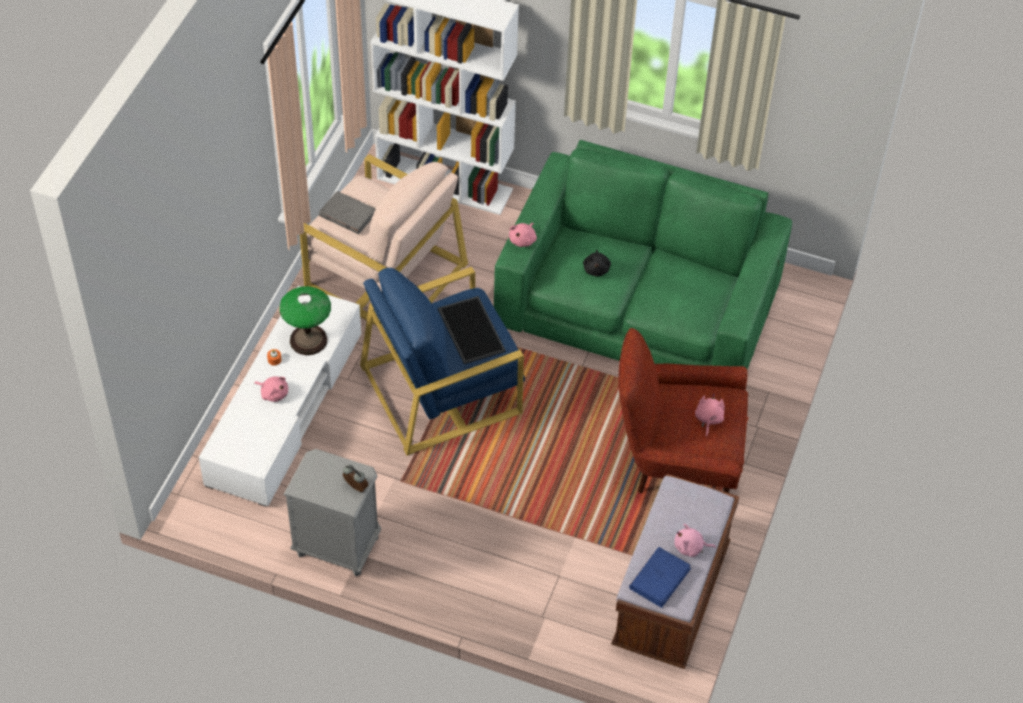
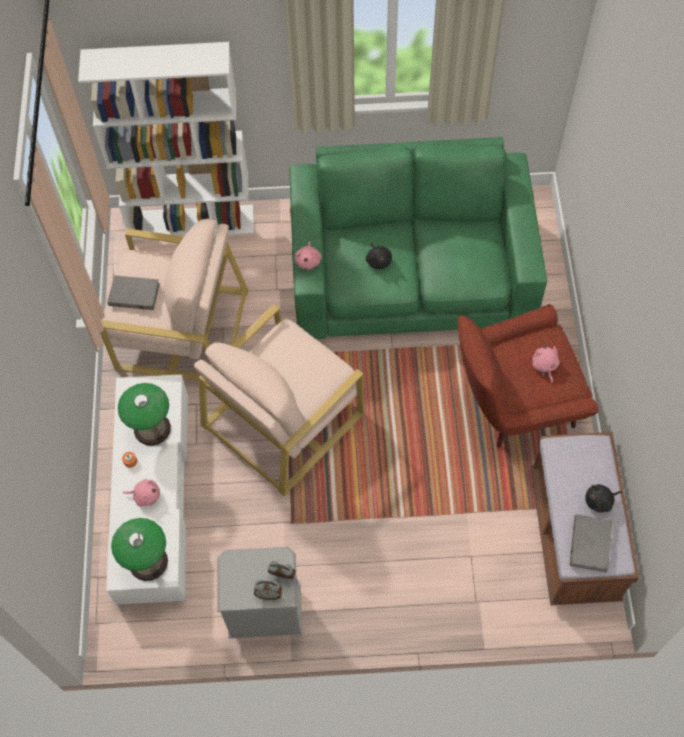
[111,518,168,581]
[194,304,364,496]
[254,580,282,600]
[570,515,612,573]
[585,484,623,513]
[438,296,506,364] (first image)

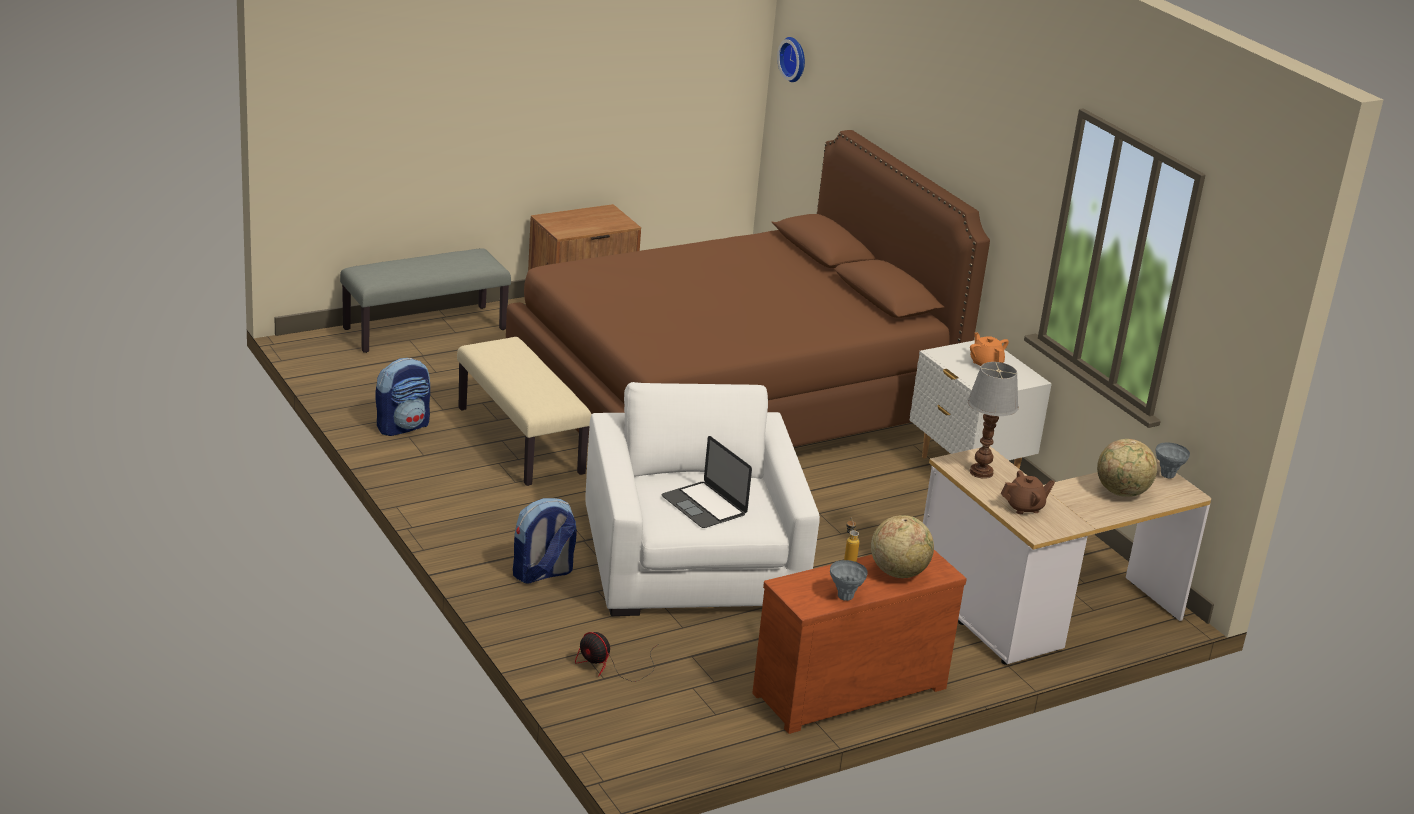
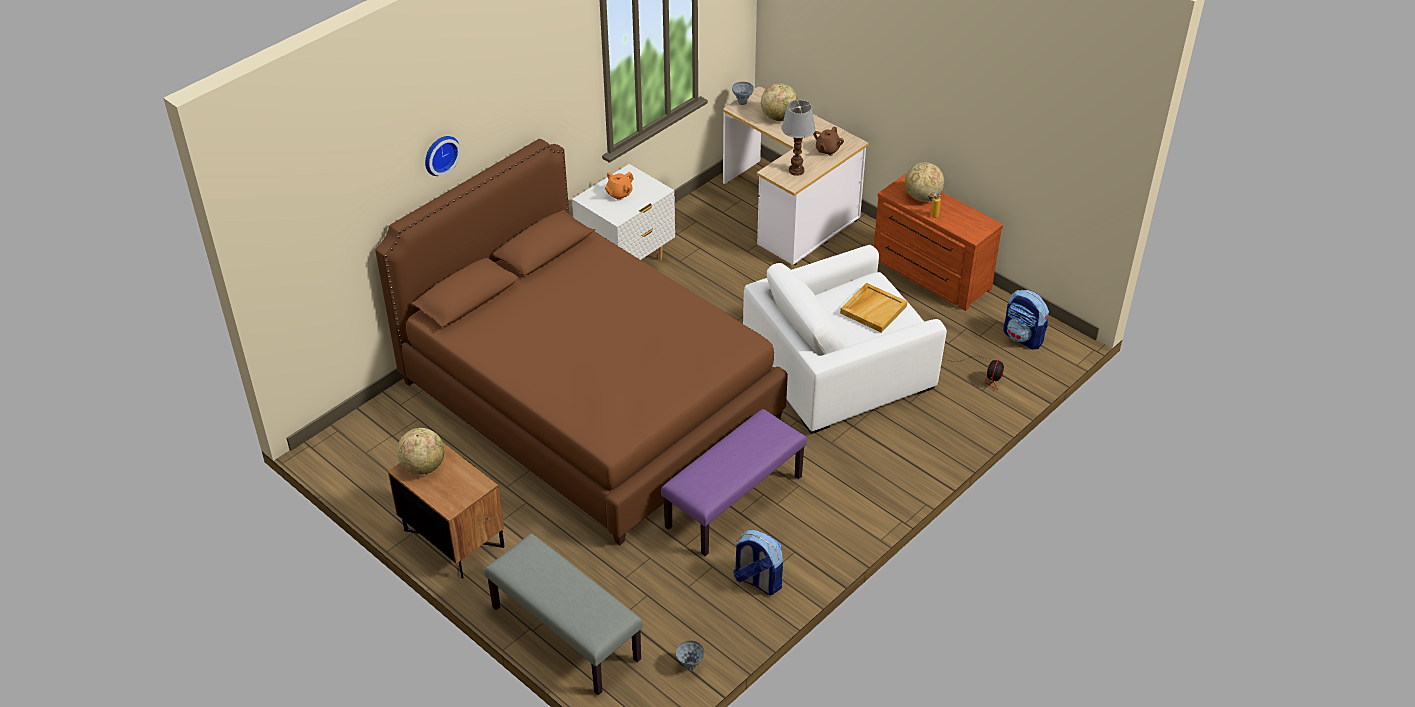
[397,428,444,475]
[425,136,461,176]
[661,409,807,556]
[676,641,704,671]
[813,126,844,156]
[840,283,908,333]
[1003,290,1049,350]

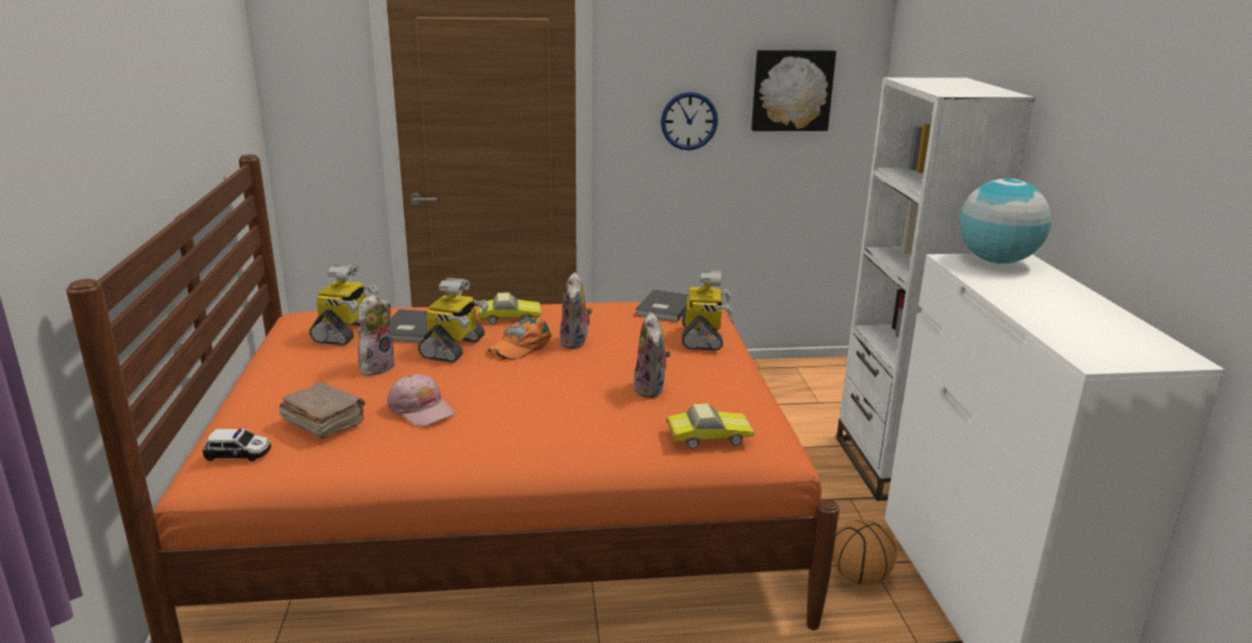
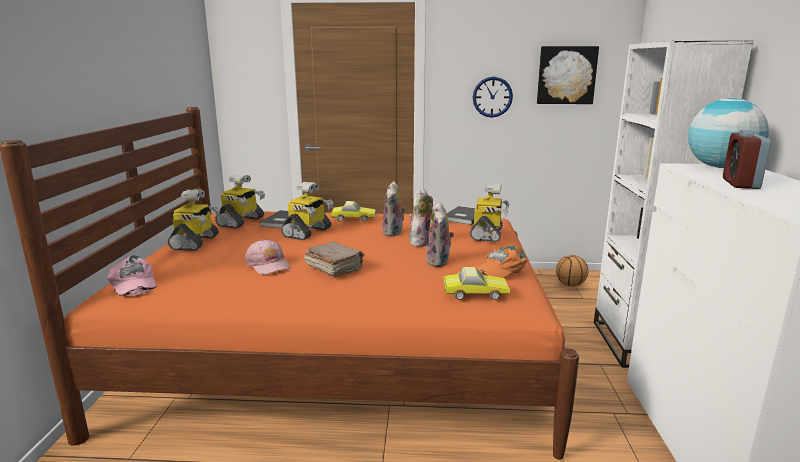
[107,255,156,296]
[168,189,220,251]
[304,241,364,277]
[409,189,433,247]
[477,246,527,278]
[556,255,588,286]
[723,130,771,189]

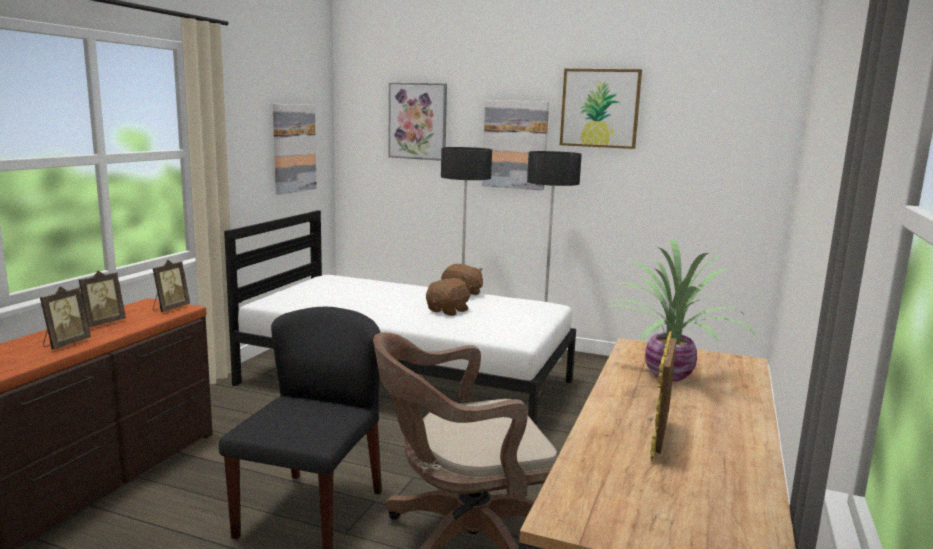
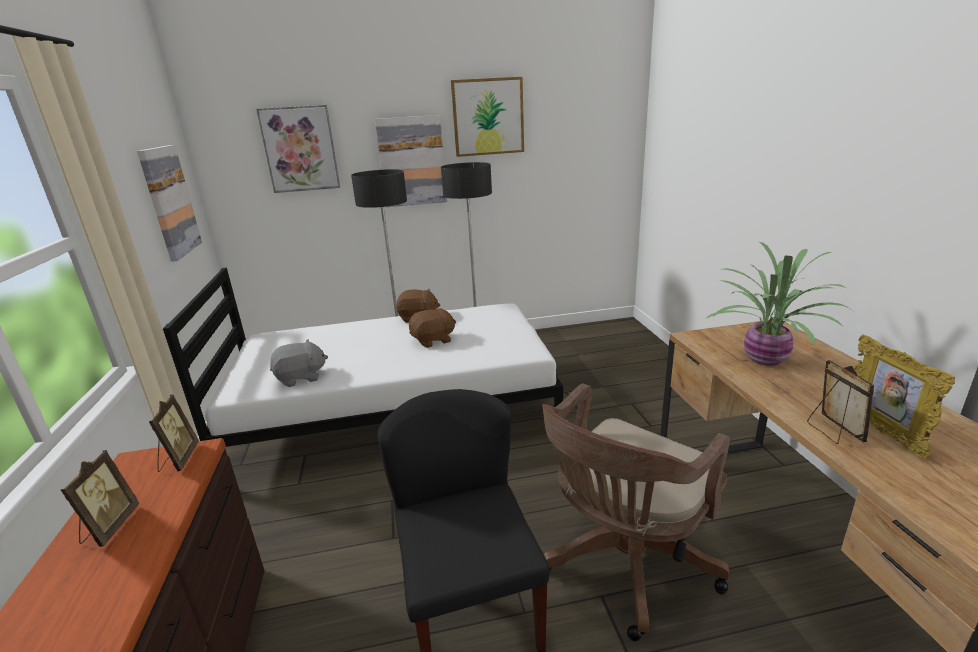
[270,339,328,387]
[409,307,456,348]
[807,360,874,444]

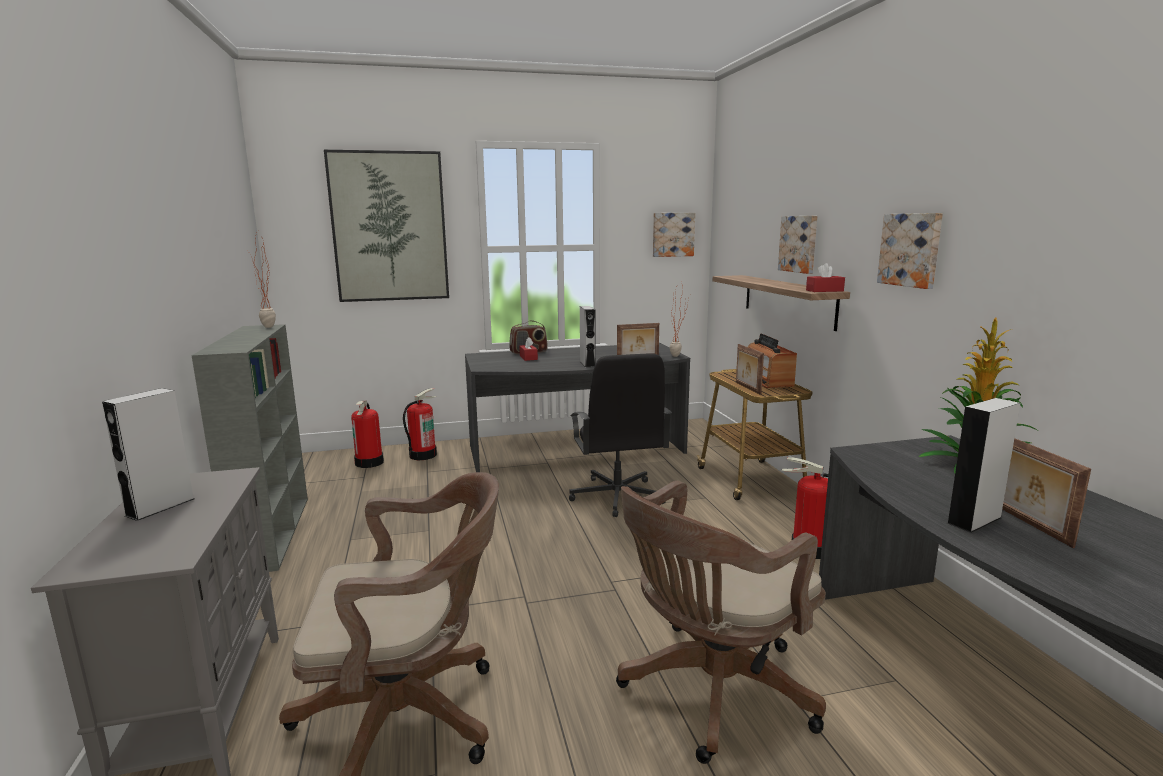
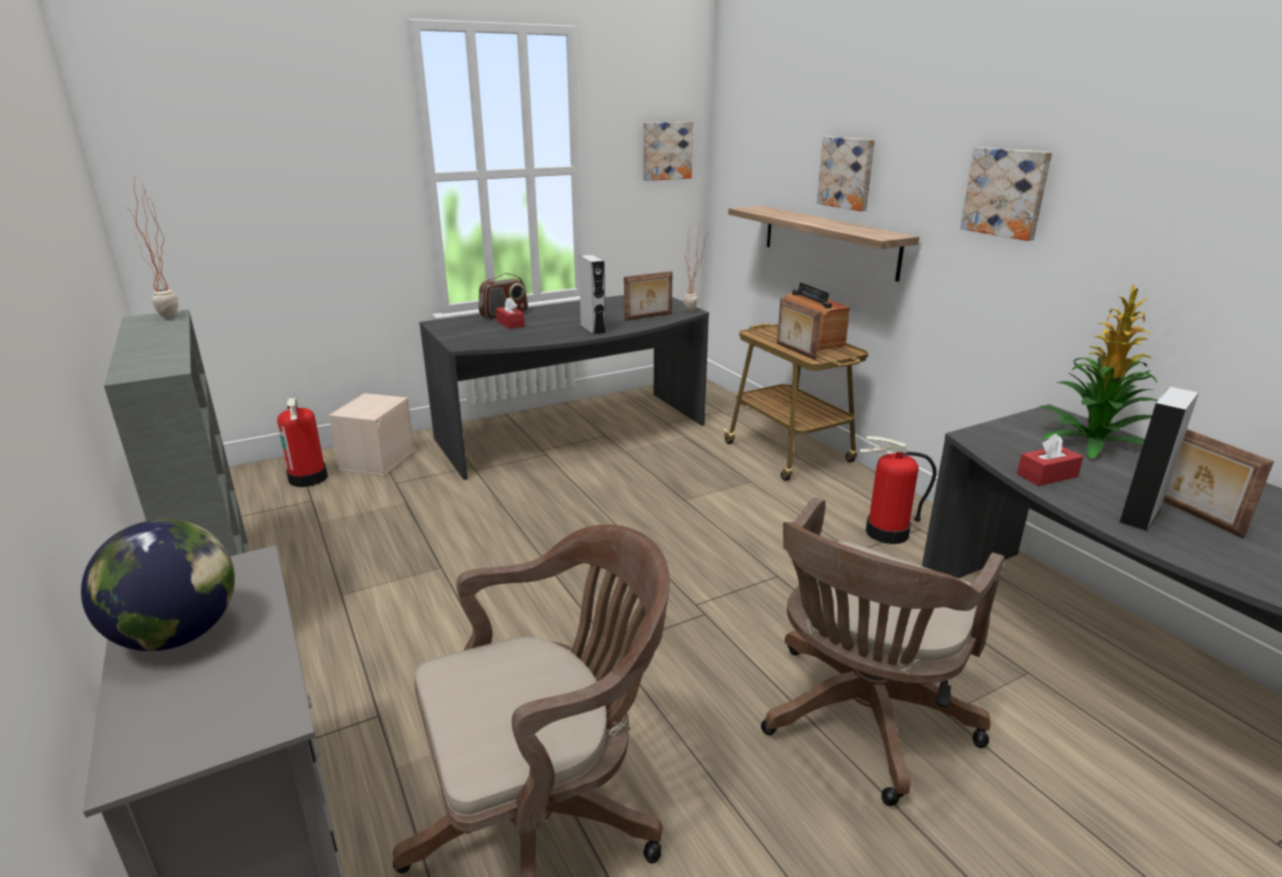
[81,519,235,651]
[328,393,415,476]
[1017,434,1083,486]
[324,150,449,302] (first image)
[569,353,672,517] (first image)

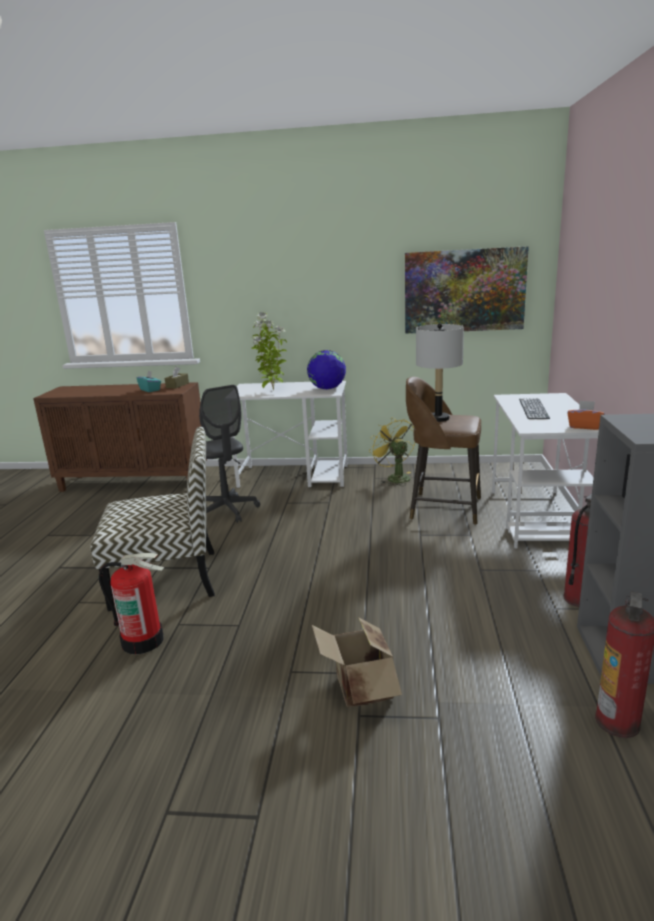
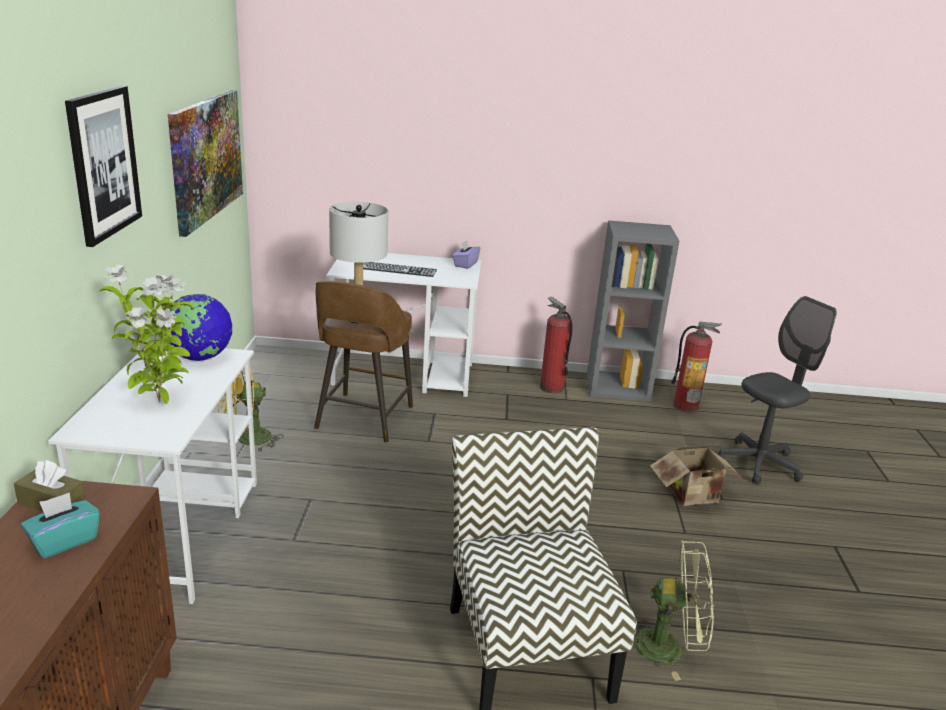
[65,86,142,247]
[452,240,480,269]
[635,541,714,681]
[718,296,837,485]

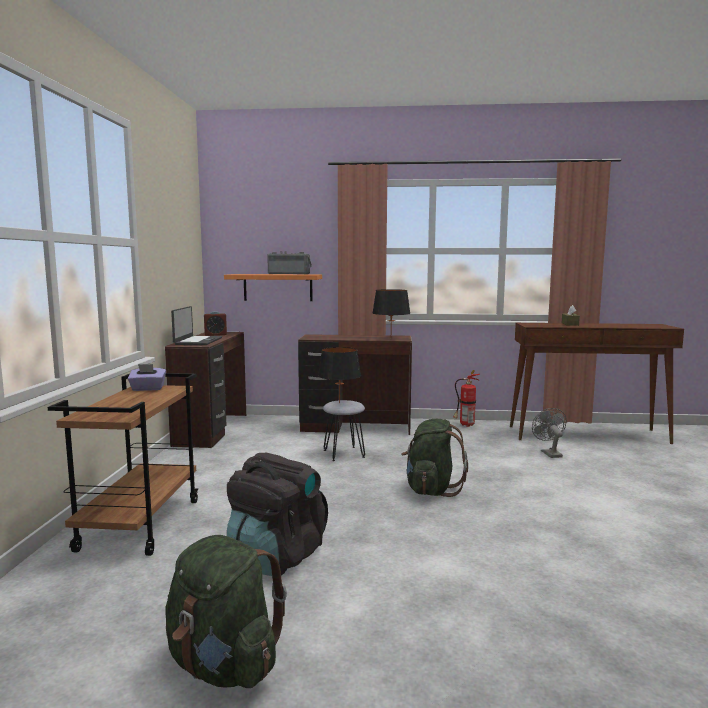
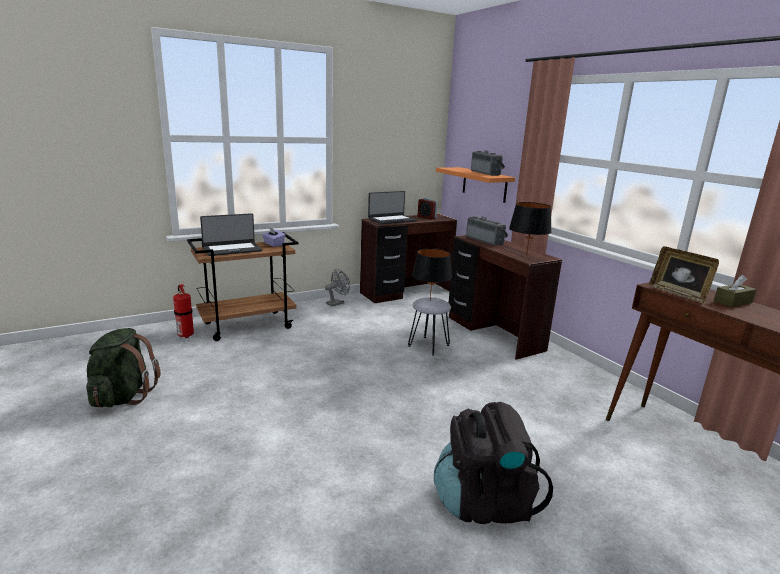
[173,282,194,338]
[200,213,262,256]
[325,269,350,307]
[434,402,553,524]
[466,216,508,246]
[649,246,719,303]
[402,419,468,497] (first image)

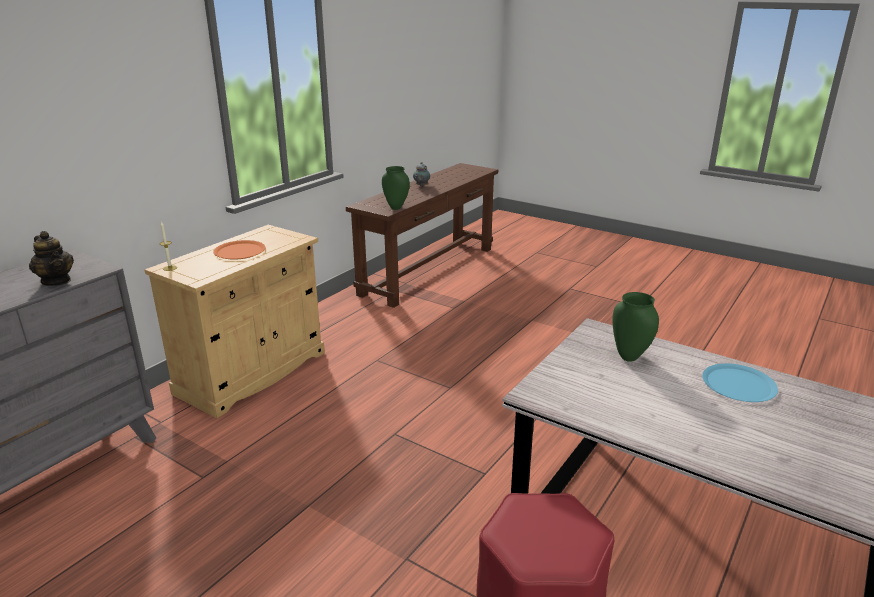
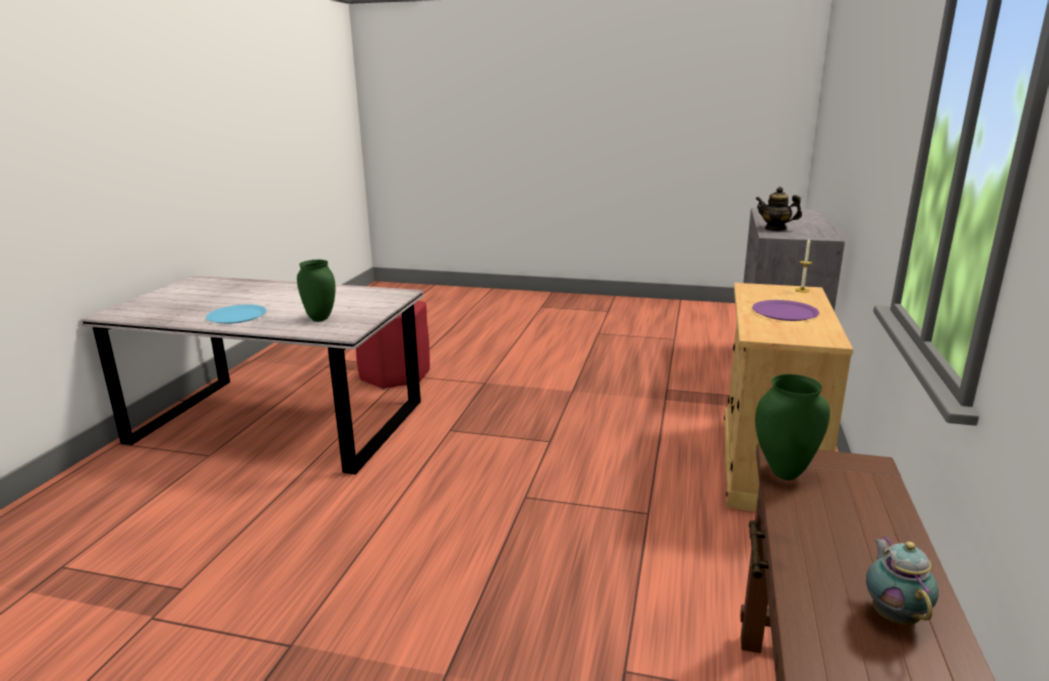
[752,300,819,321]

